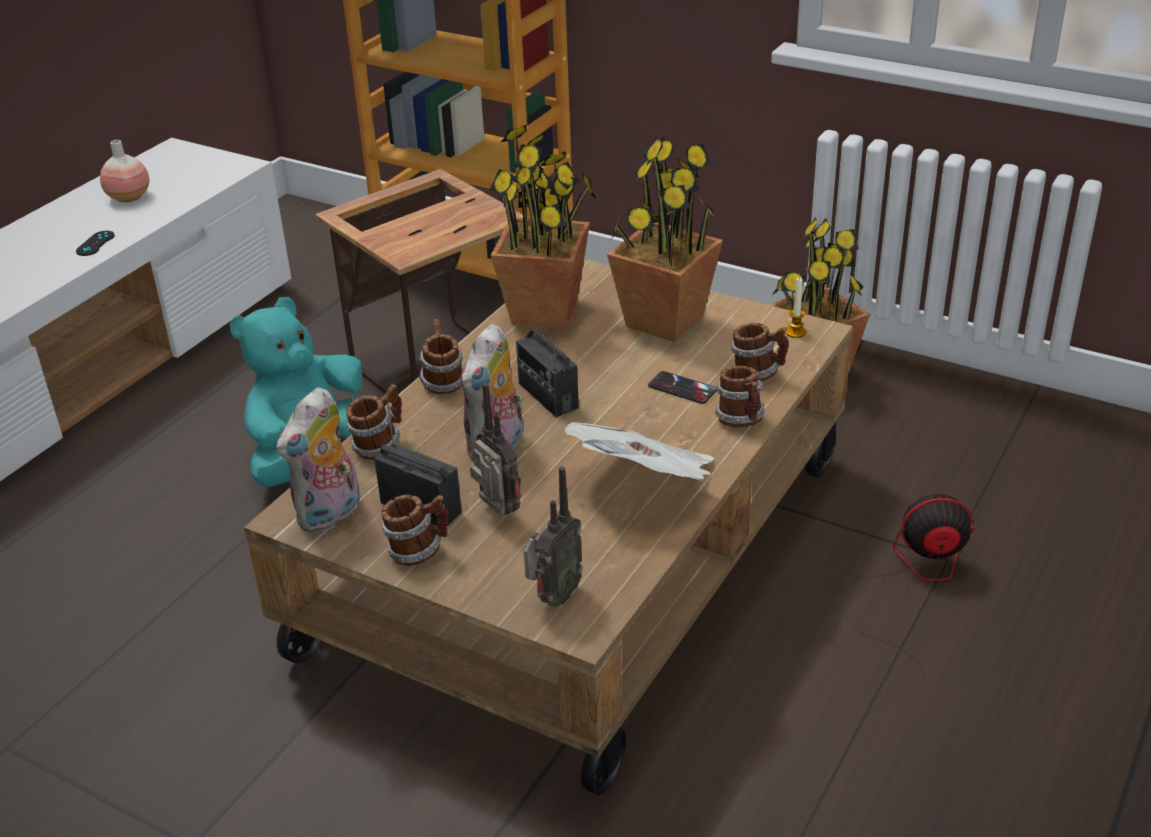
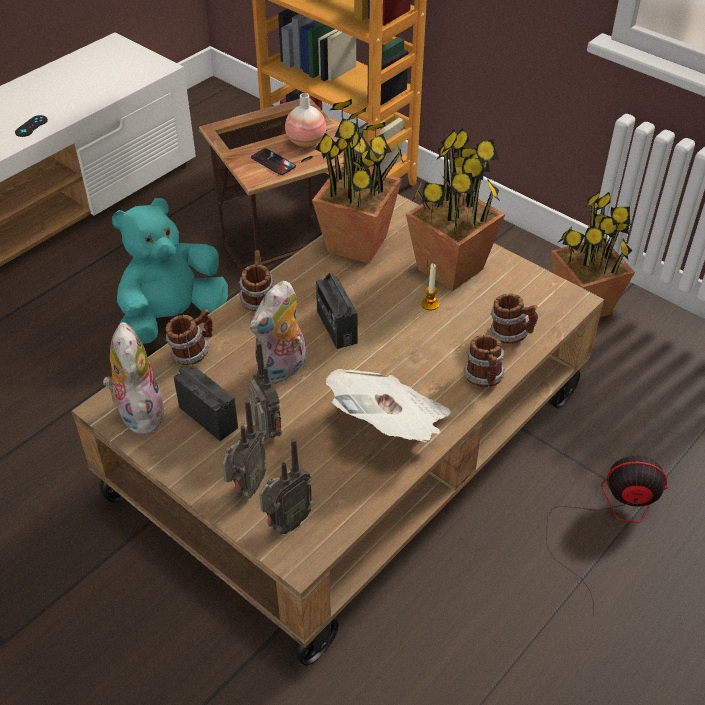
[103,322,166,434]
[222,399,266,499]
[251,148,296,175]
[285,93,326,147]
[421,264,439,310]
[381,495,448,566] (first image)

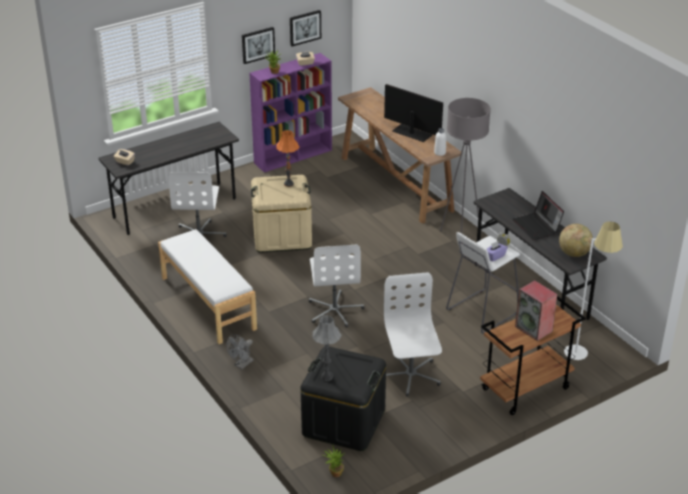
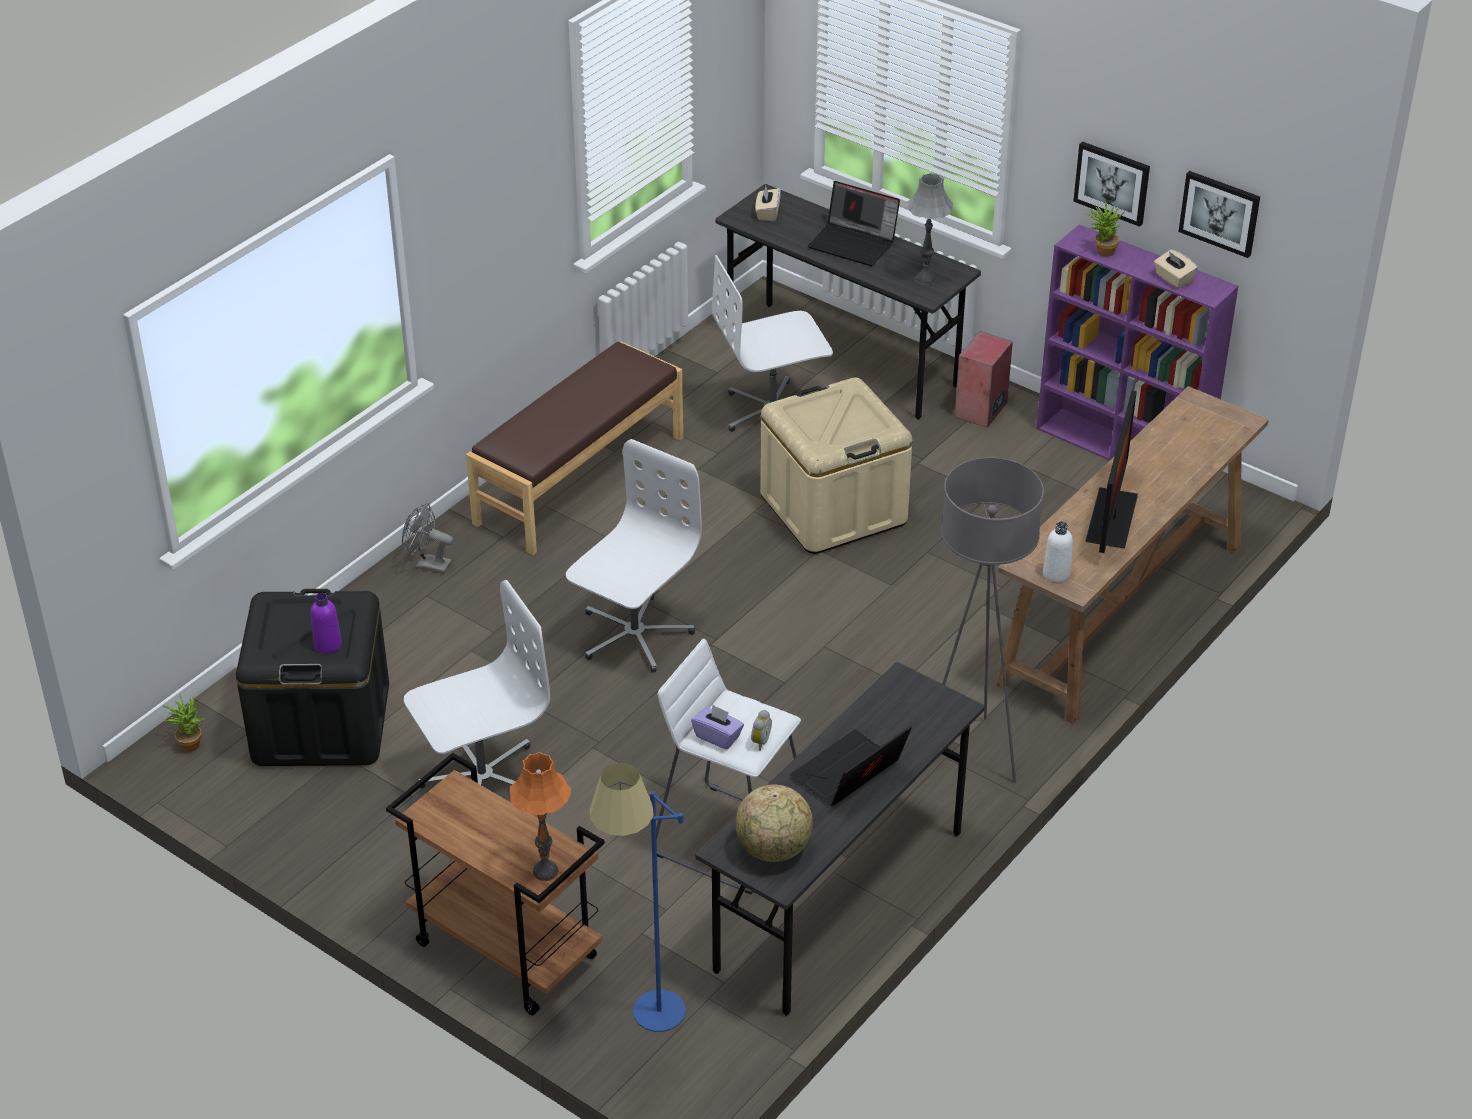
[311,593,342,653]
[466,341,683,555]
[510,752,571,881]
[566,439,702,672]
[590,763,686,1032]
[808,181,900,266]
[907,173,953,285]
[955,331,1013,428]

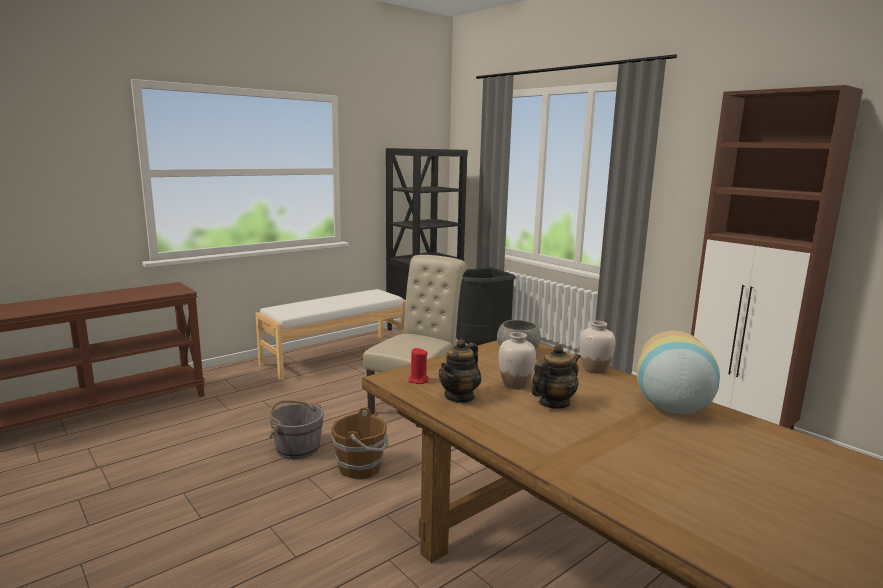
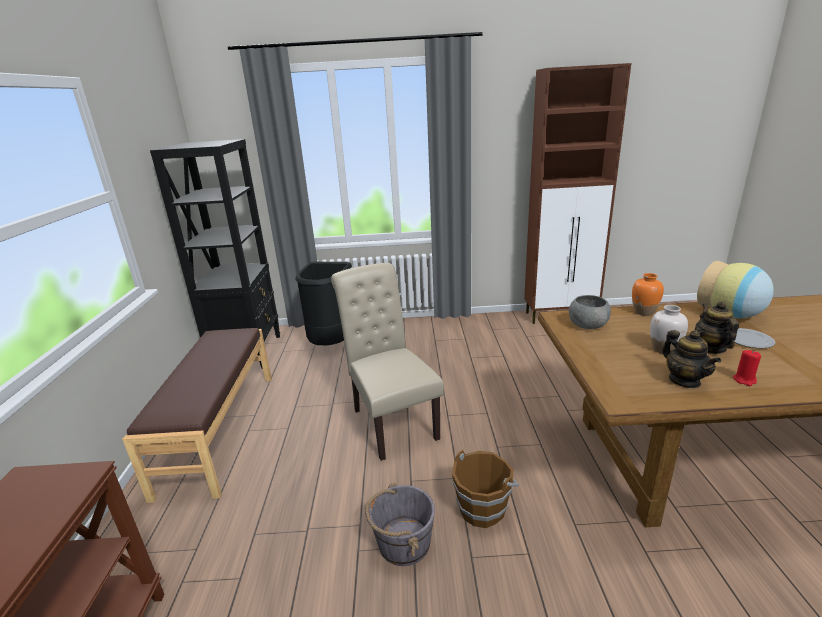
[122,328,272,503]
[632,273,664,316]
[733,350,761,386]
[734,328,775,348]

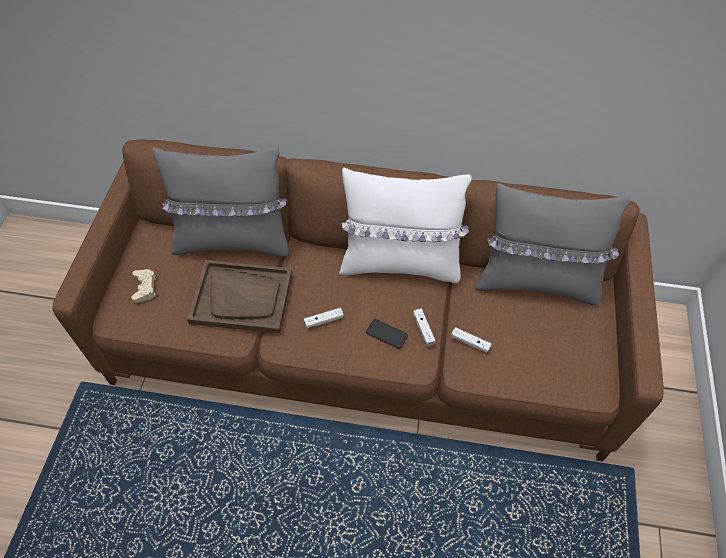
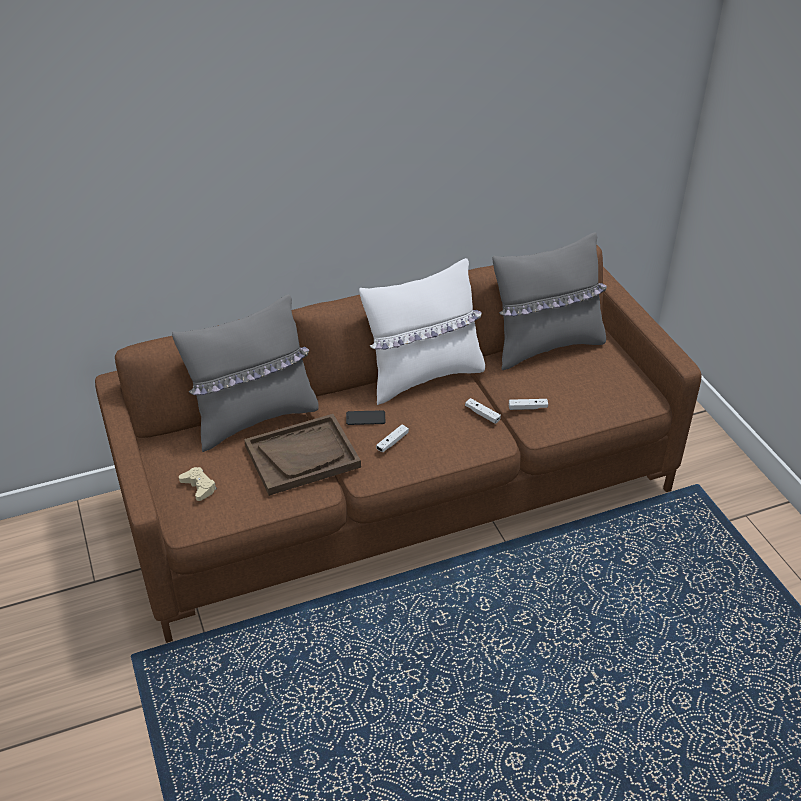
[346,410,385,425]

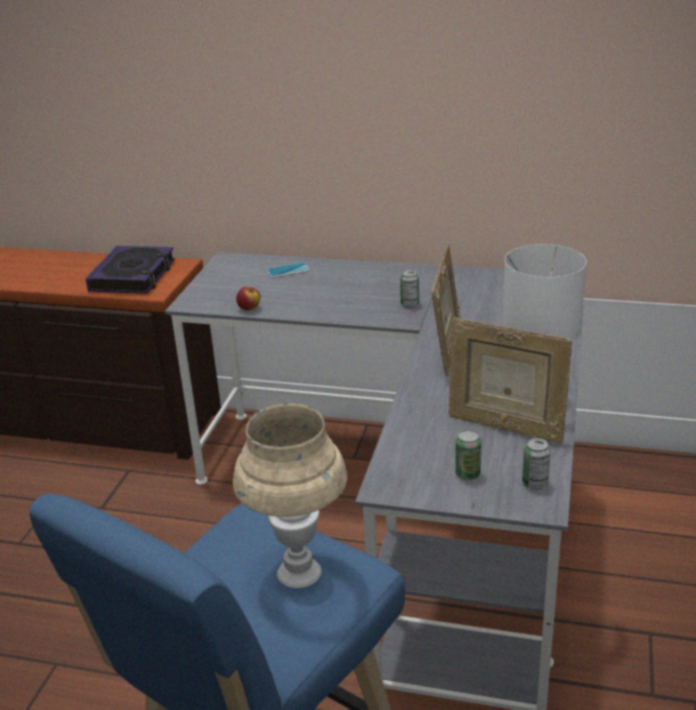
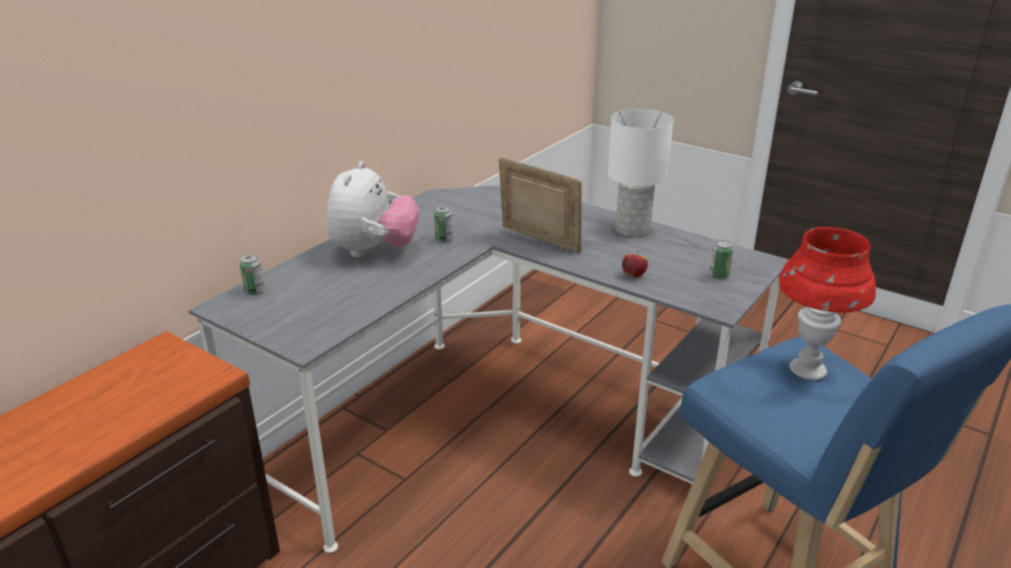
[240,255,265,295]
[327,161,419,257]
[622,251,648,277]
[778,227,876,380]
[86,246,175,294] (first image)
[266,262,310,278] (first image)
[449,318,572,443] (first image)

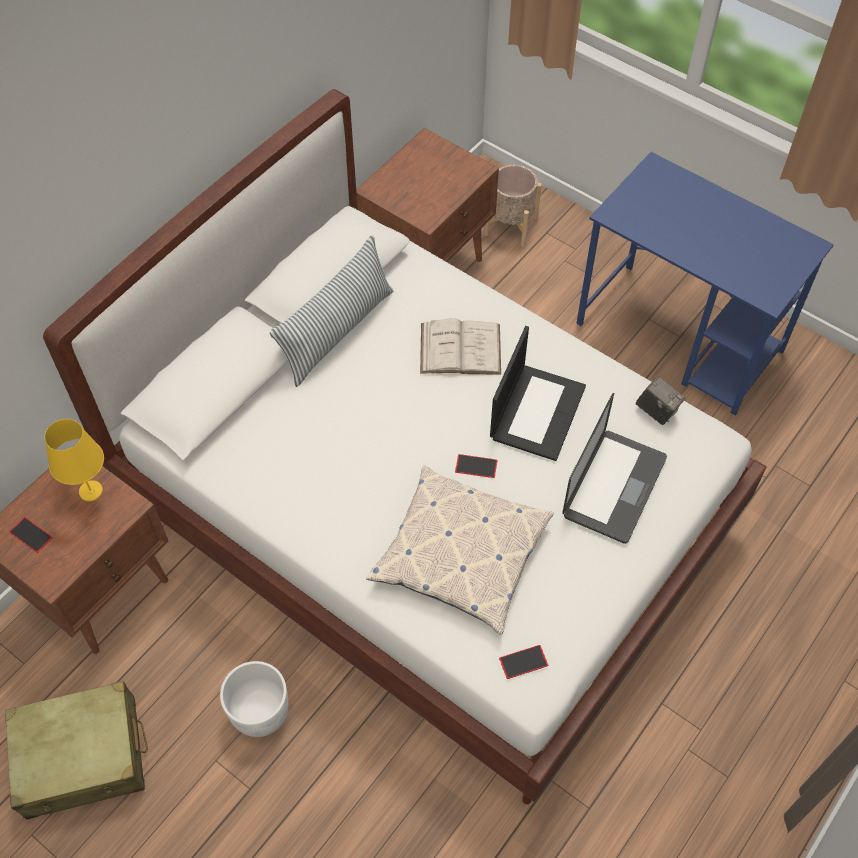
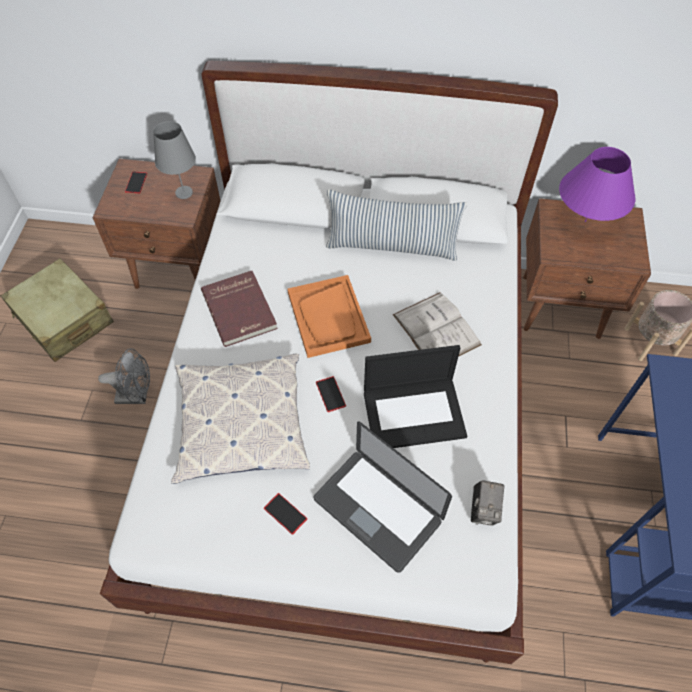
[98,348,150,404]
[153,121,196,199]
[201,271,278,347]
[264,493,307,535]
[288,275,371,358]
[314,421,452,573]
[559,147,635,222]

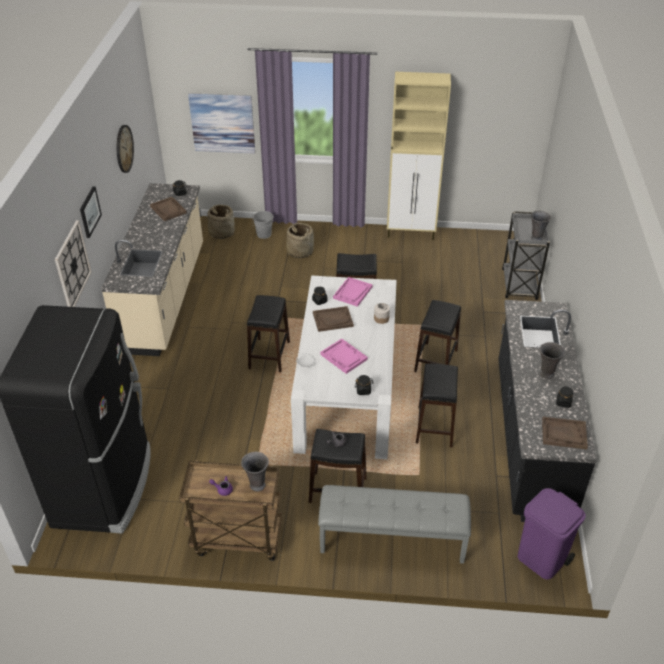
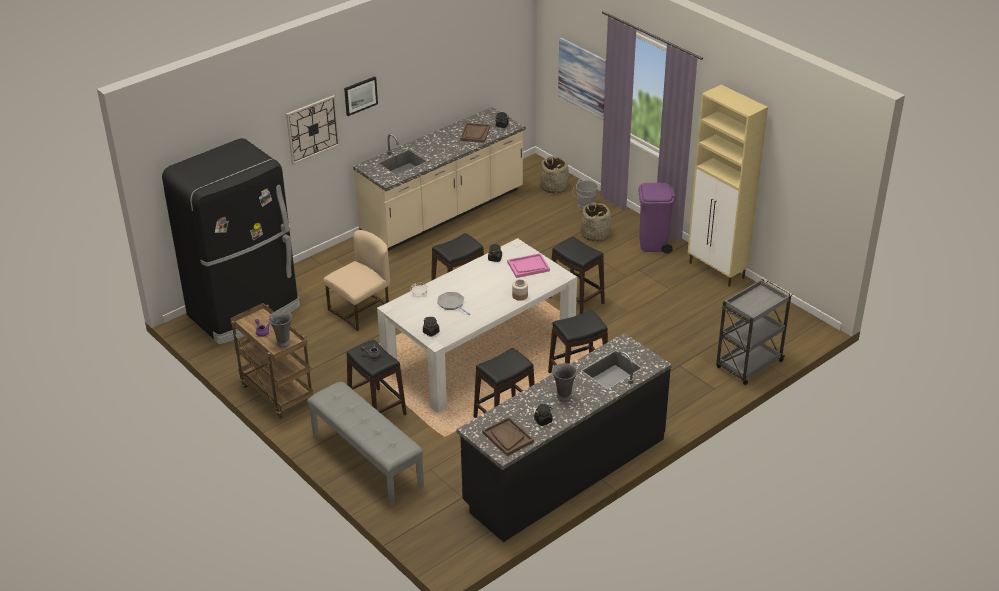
[323,230,390,331]
[437,292,470,315]
[638,183,676,254]
[117,125,134,173] (first image)
[313,306,354,332] (first image)
[531,211,551,241] (first image)

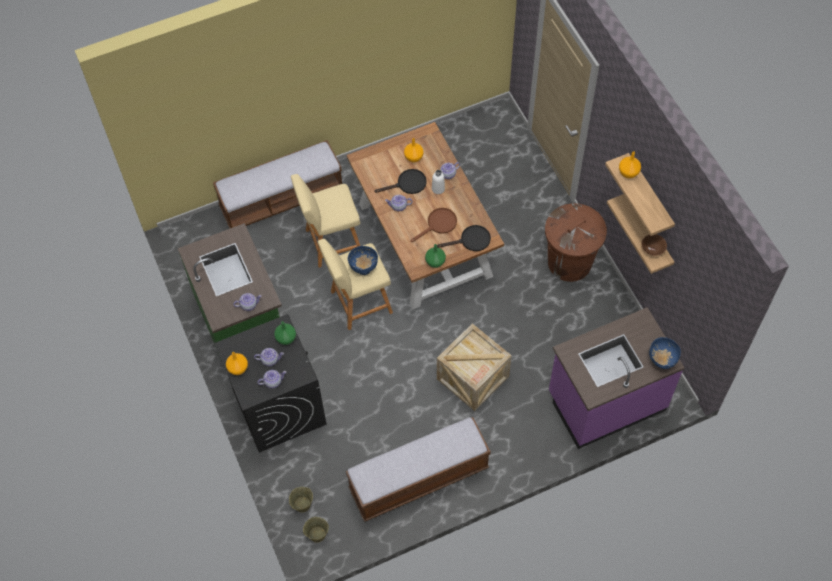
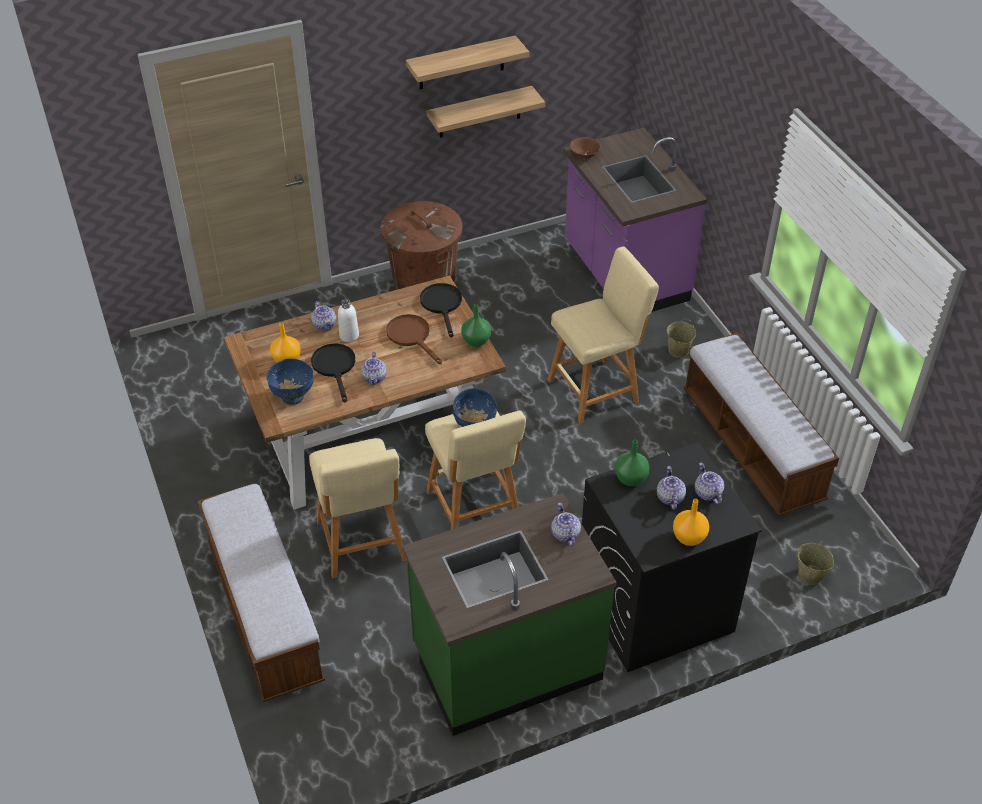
[266,359,314,405]
[548,246,659,424]
[570,137,601,159]
[667,319,696,358]
[619,151,641,178] (first image)

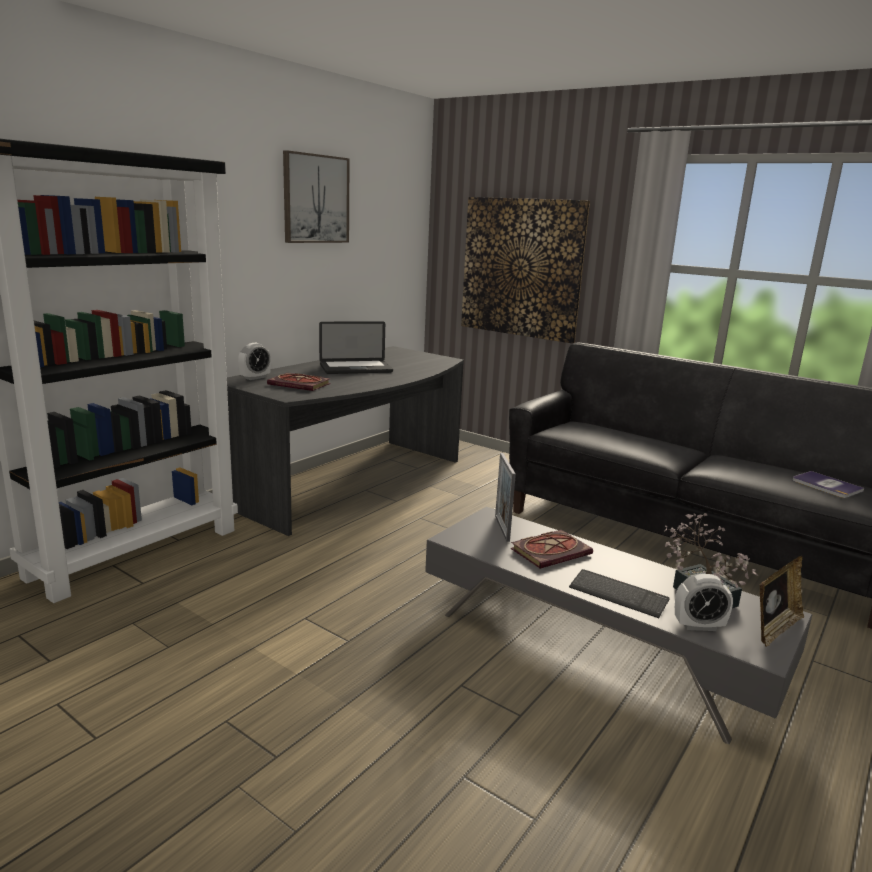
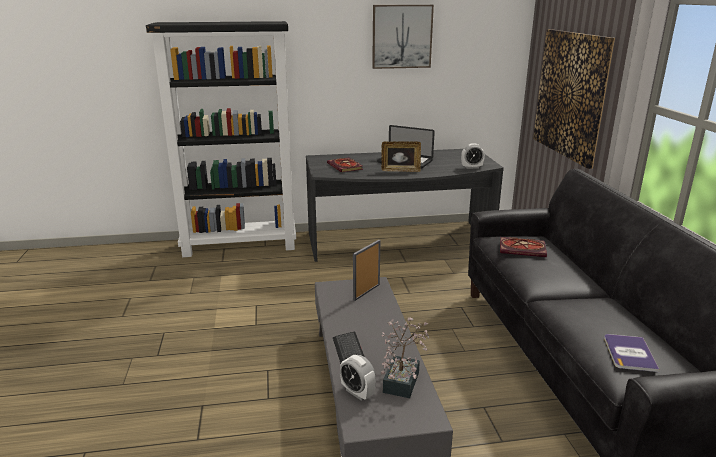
[381,141,421,172]
[461,143,485,169]
[500,237,547,257]

